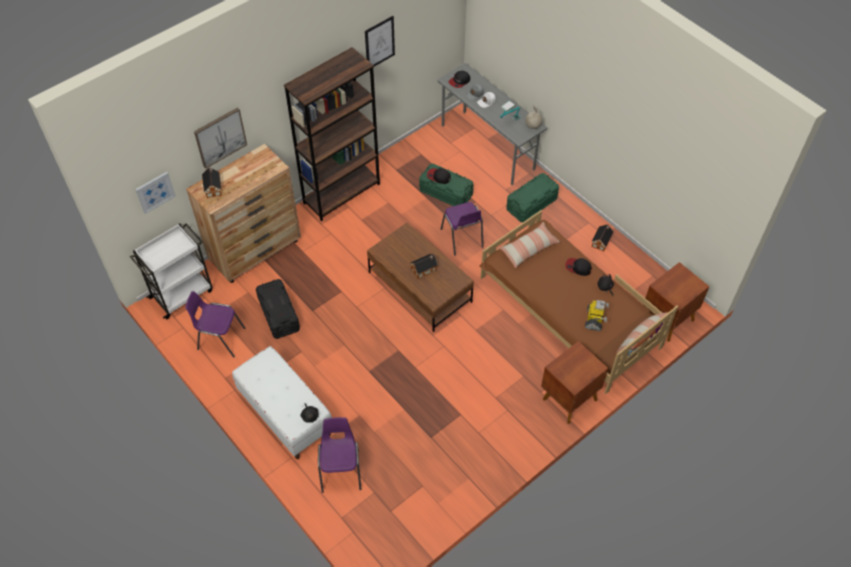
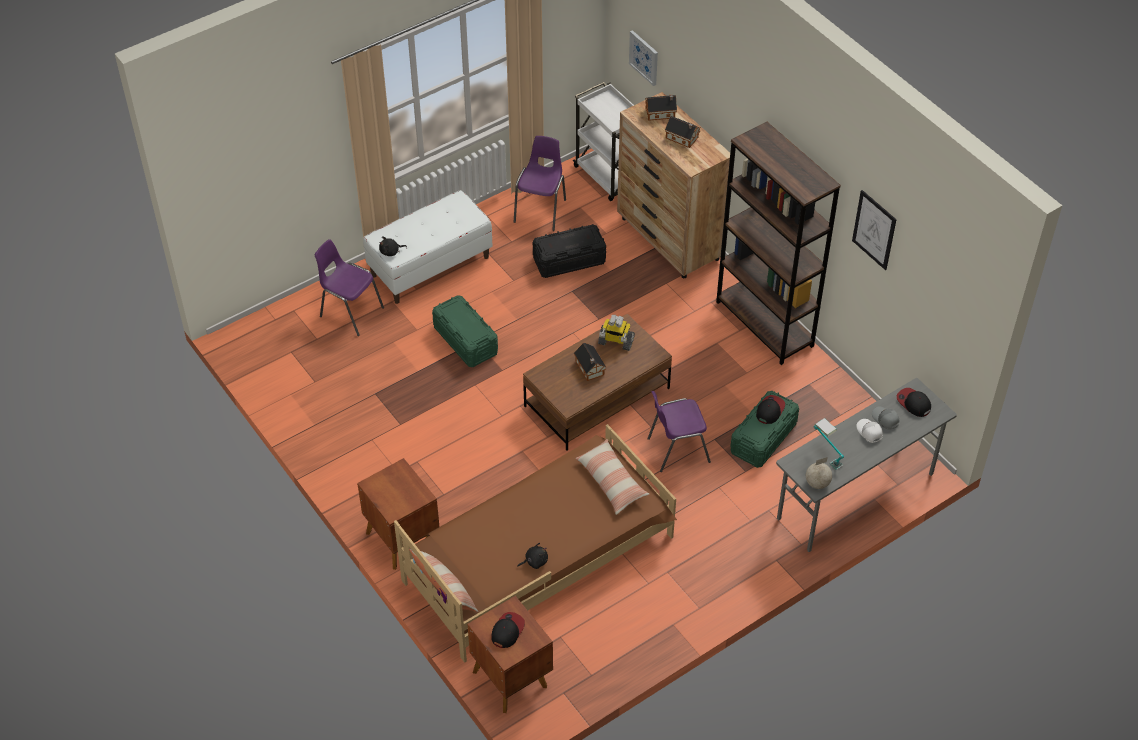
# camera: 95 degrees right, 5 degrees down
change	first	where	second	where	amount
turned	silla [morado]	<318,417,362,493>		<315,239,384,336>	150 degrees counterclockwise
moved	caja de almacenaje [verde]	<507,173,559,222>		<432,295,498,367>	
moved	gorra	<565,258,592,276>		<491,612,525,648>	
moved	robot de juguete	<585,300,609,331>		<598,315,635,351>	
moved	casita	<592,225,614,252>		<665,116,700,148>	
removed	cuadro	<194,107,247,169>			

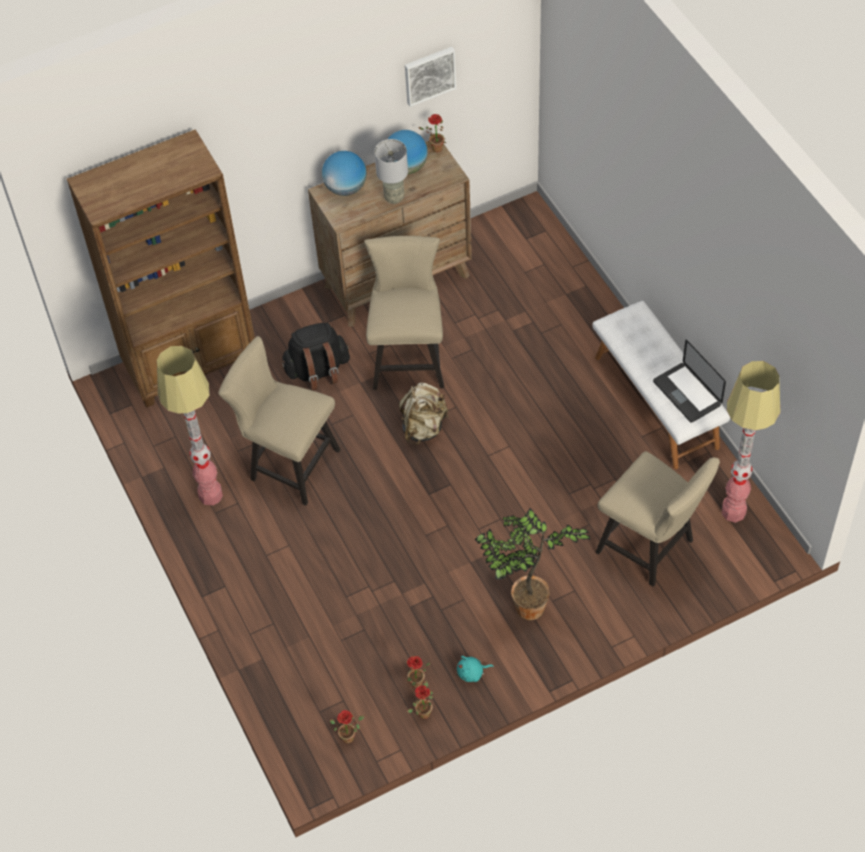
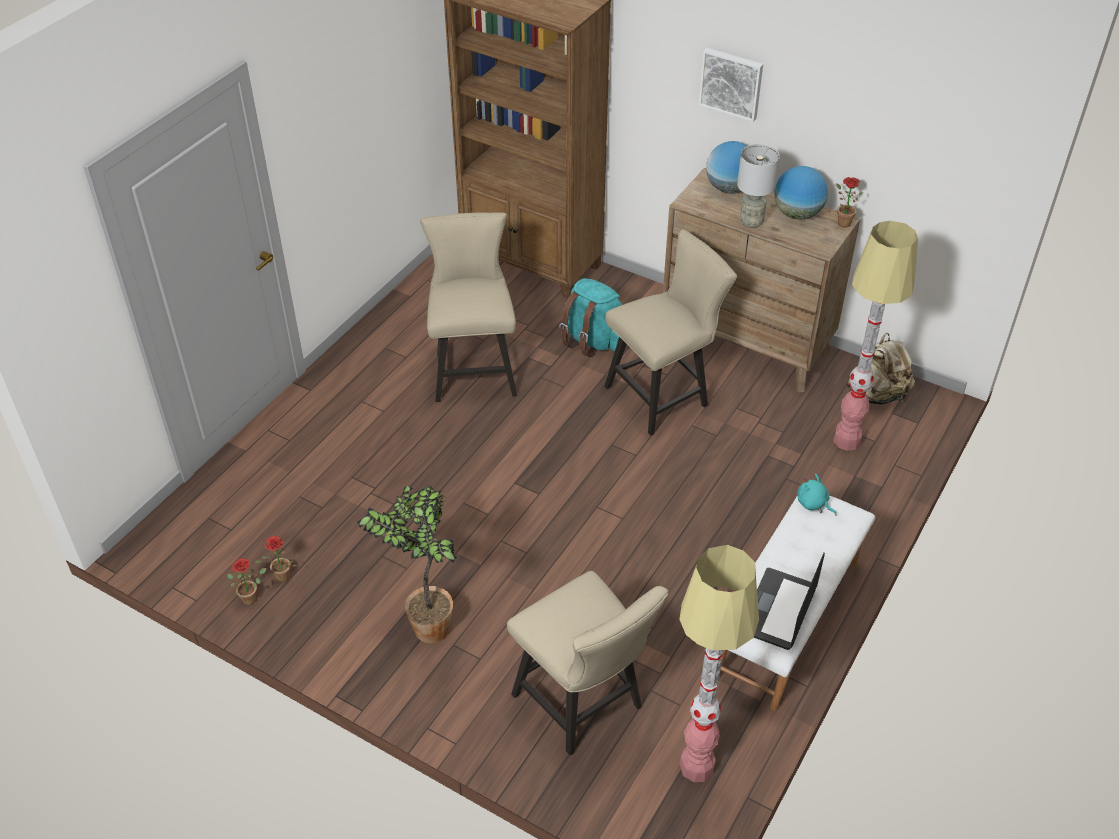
# camera: 55 degrees right, 10 degrees down
change	first	where	second	where	amount
turned	silla [beis]	<595,451,720,586>		<507,571,668,755>	45 degrees counterclockwise
recoloured	mochila [negro]	<281,323,350,391>	mochila [turquesa]	<559,278,622,357>	
moved	cuadro	<405,47,456,107>		<699,48,763,122>	
moved	peluche [turquesa]	<457,656,493,682>		<797,474,837,516>	
moved	lámpara de pie	<157,346,223,505>		<833,221,918,451>	
moved	mochila [beis]	<399,383,449,445>		<847,333,915,404>	
removed	planta en maceta	<330,710,364,743>			

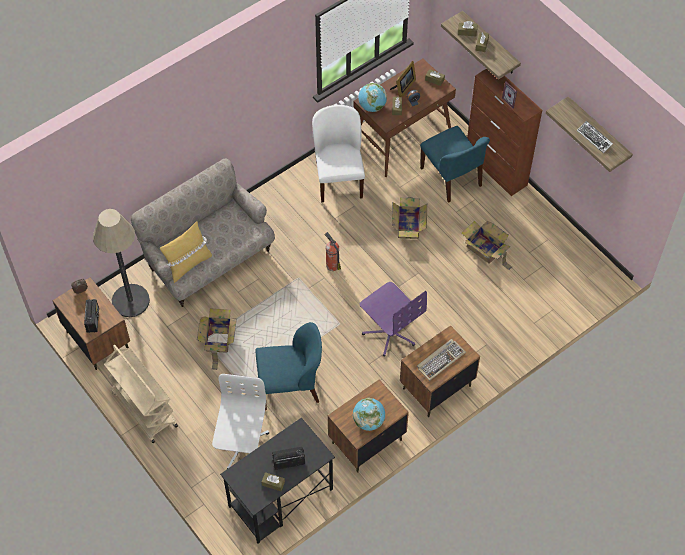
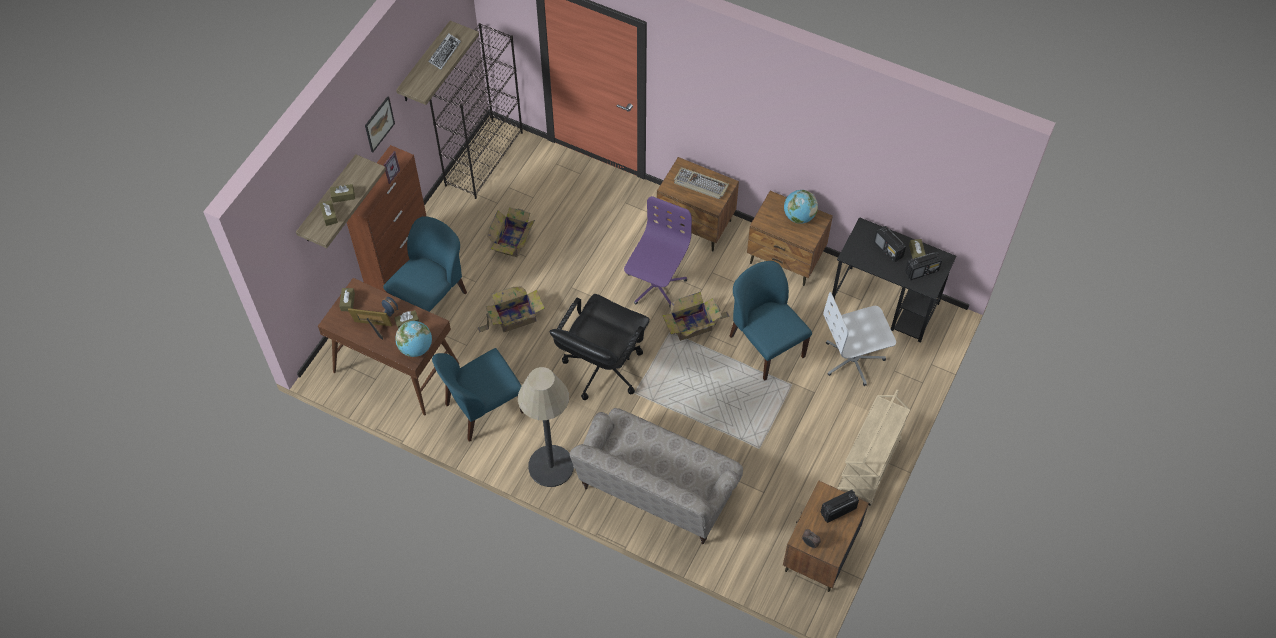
# camera: 115 degrees left, 0 degrees up
change	first	where	second	where	amount
added			cuadro	<365,96,395,152>	
added			estantería [negro]	<430,23,523,199>	
recoloured	silla [blanco]	<312,105,365,202>	silla [azul]	<432,348,523,442>	
moved	lámpara de pie	<93,209,150,317>		<518,367,574,487>	
replaced	extintor	<324,232,341,271>	silla de oficina [negro]	<549,294,650,400>	
moved	caja de cartón	<197,309,237,370>		<662,292,729,341>	
added			radio	<905,252,942,280>	
removed	cojín [amarillo]	<160,221,212,283>			

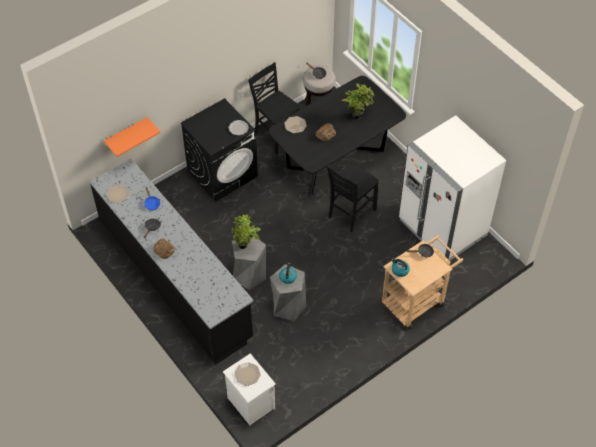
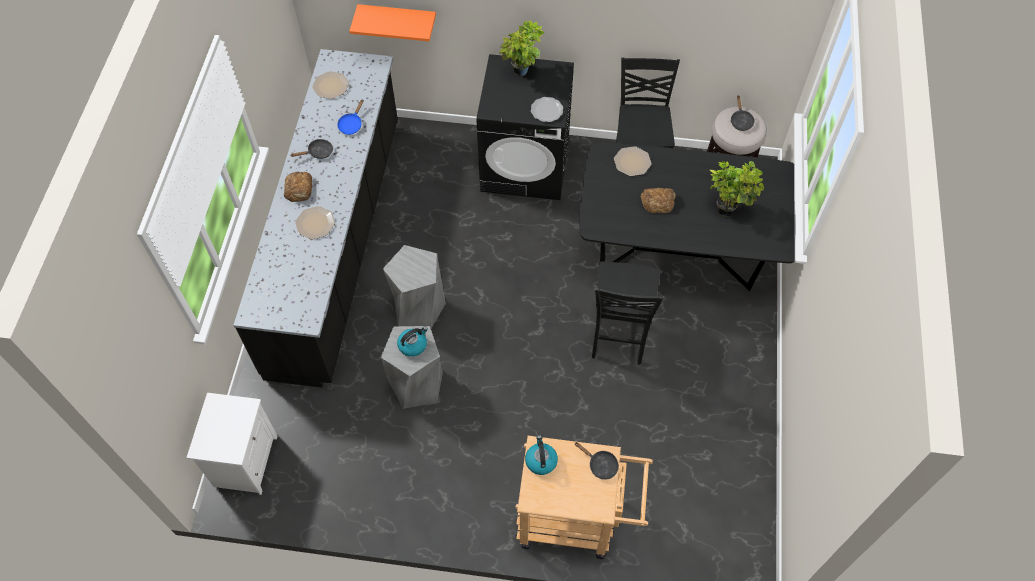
# camera: 45 degrees right, 5 degrees up
change	first	where	second	where	amount
moved	plato	<234,362,261,386>		<295,206,335,239>	
moved	planta en maceta	<231,214,261,249>		<499,20,544,76>	
turned	silla [negro]	<326,163,379,232>		<592,262,663,365>	75 degrees counterclockwise
removed	nevera [blanco]	<399,115,506,261>			

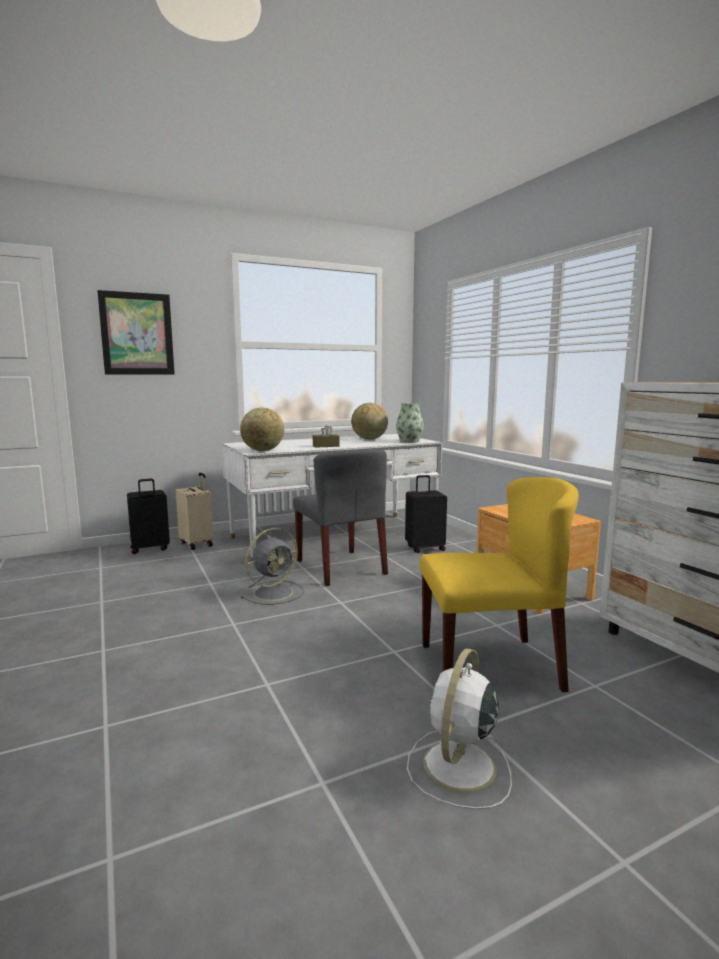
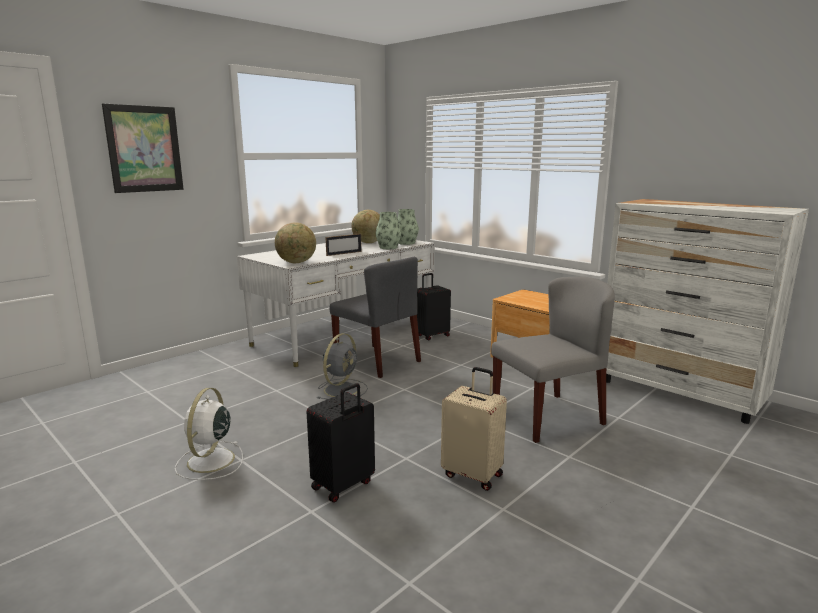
# camera: 20 degrees left, 5 degrees up
change	first	where	second	where	amount
moved	ventilador [blanco]	<407,648,512,809>		<175,388,243,480>	
moved	maleta [negro]	<127,479,170,554>		<306,383,375,502>	
replaced	caja de pañuelos [marrón]	<313,425,340,448>	portarretratos	<325,234,362,256>	
added			florero	<376,212,401,249>	
moved	maleta [beis]	<175,472,213,550>		<441,367,507,491>	
recoloured	silla [amarillo]	<420,477,579,692>	silla [gris]	<491,277,615,443>	

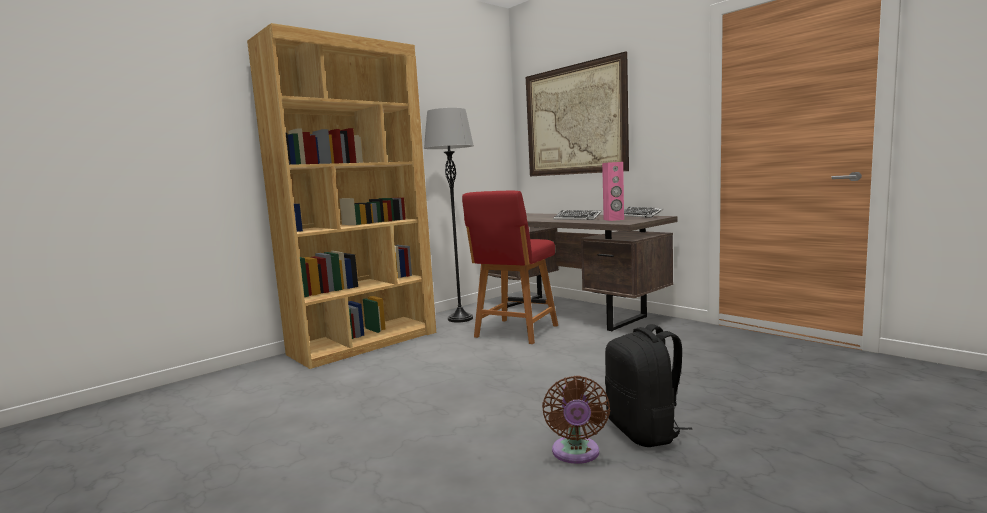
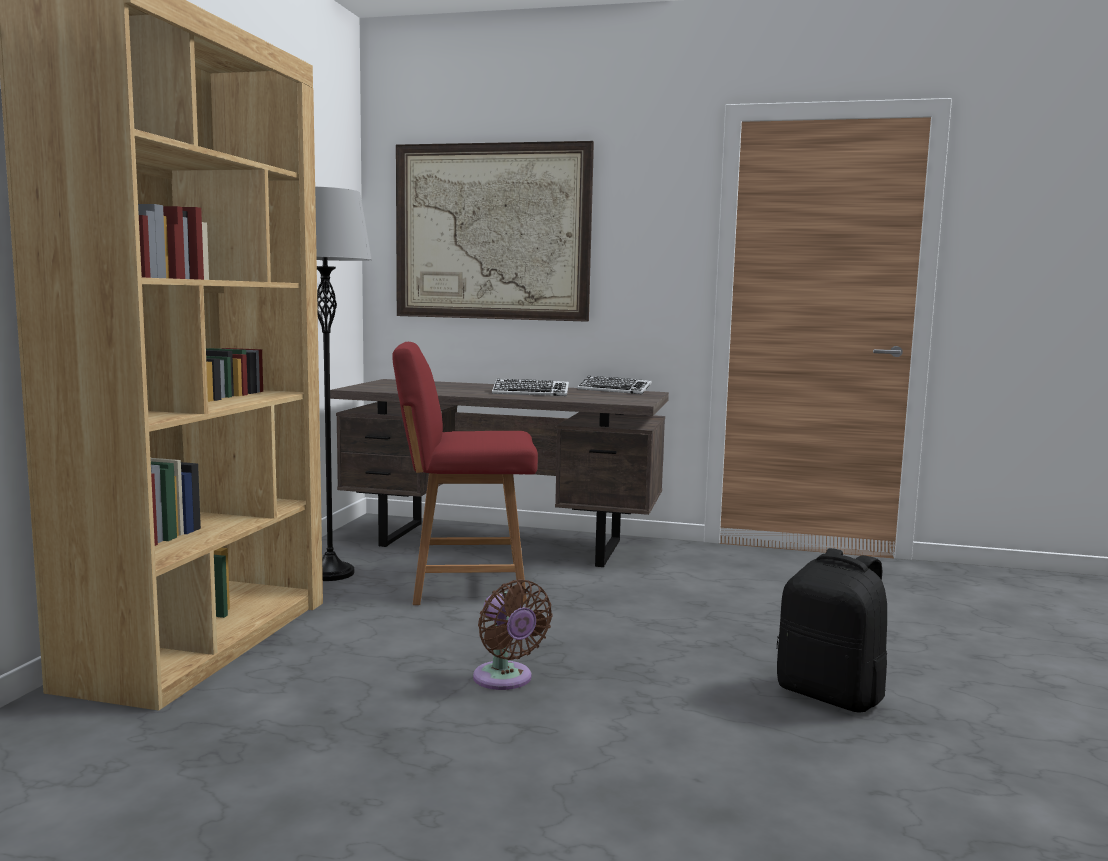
# camera: 35 degrees left, 0 degrees up
change	first	where	second	where	amount
turned	silla [rojo]	<462,191,558,344>		<392,342,538,605>	90 degrees clockwise
moved	ventilador [marrón]	<542,376,610,464>		<473,579,552,690>	
removed	altavoz [rosa]	<602,162,624,221>			

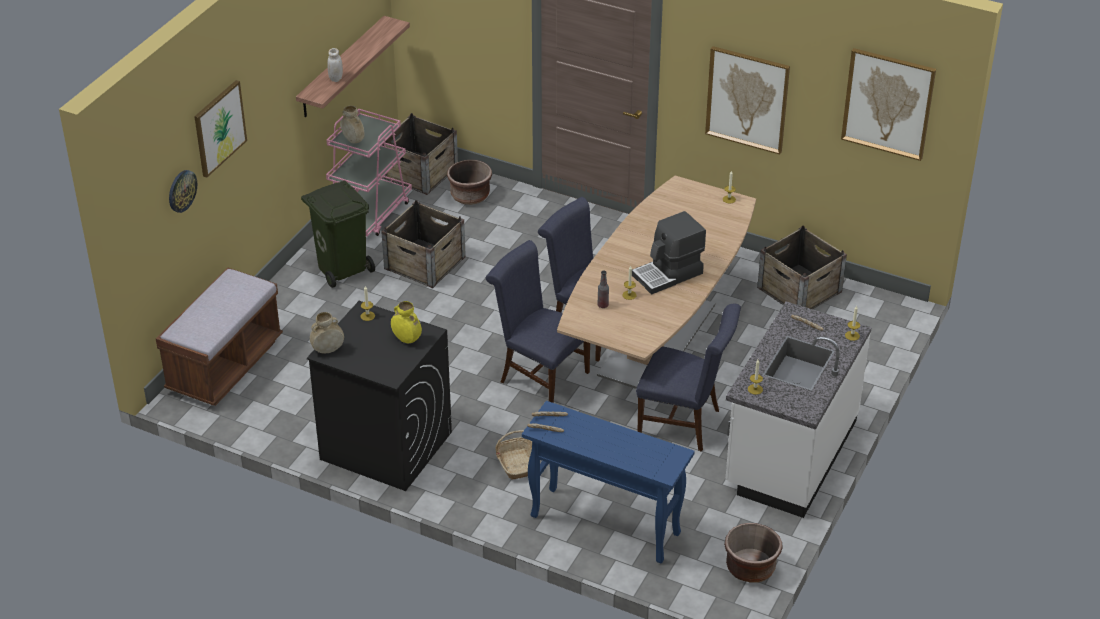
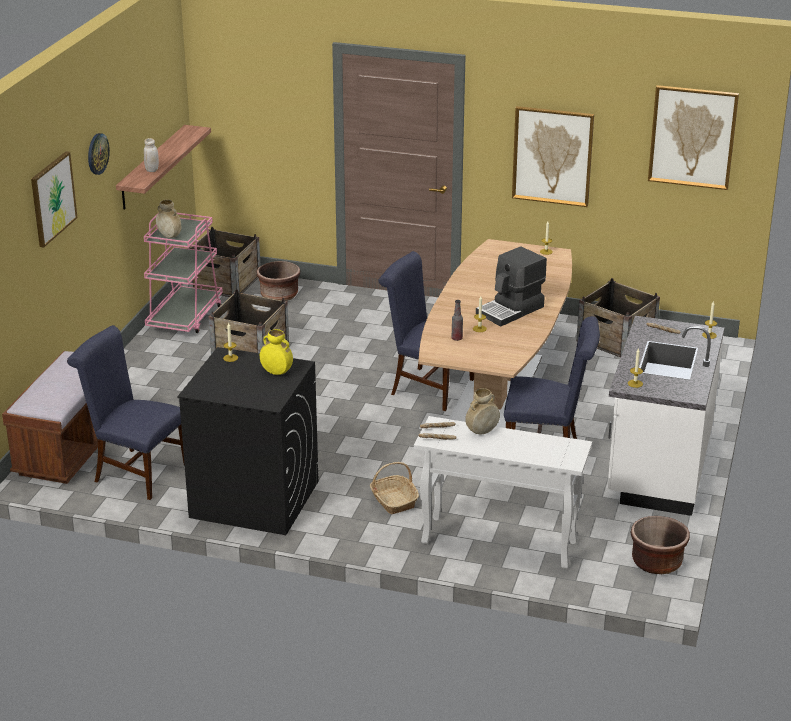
# camera: 10 degrees left, 10 degrees down
change	first	where	second	where	amount
moved	silla [azul]	<486,240,590,403>		<67,325,184,500>	
moved	reloj de pared	<169,170,197,213>		<88,133,110,175>	
recoloured	mesa consola [azul]	<522,401,695,564>	mesa consola [blanco]	<414,416,592,569>	
moved	florero [beis]	<310,312,344,353>		<465,388,500,434>	
removed	papelera [verde]	<301,180,375,288>			

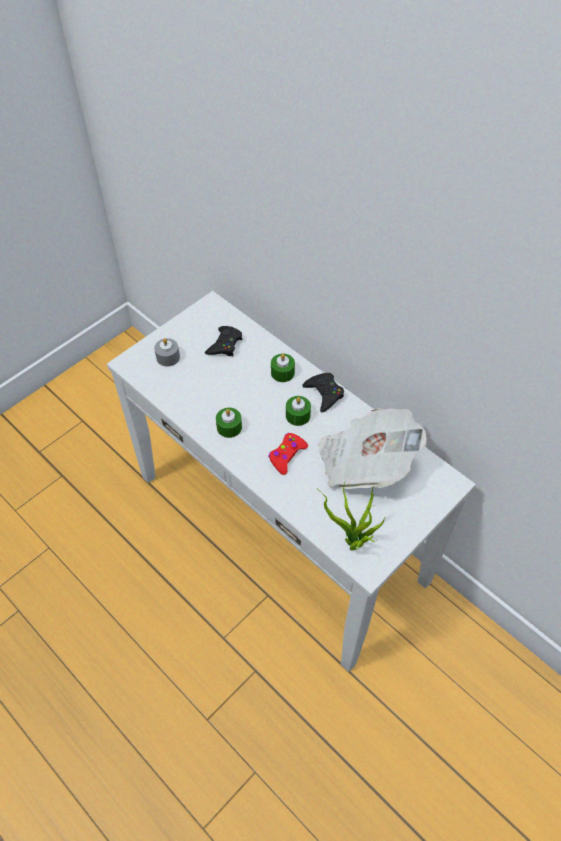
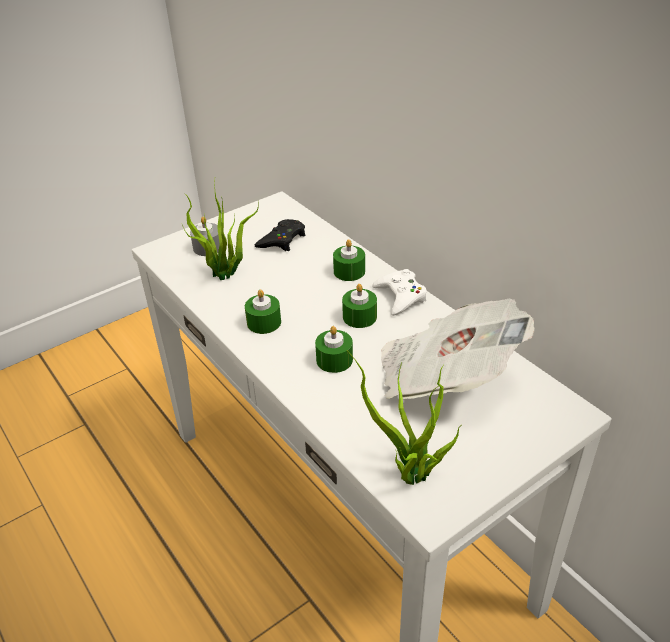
# camera: 10 degrees right, 15 degrees down
change	first	where	second	where	amount
added			planta en maceta	<182,182,259,280>	
replaced	mando de consola [rojo]	<268,433,308,475>	vela [verde]	<315,326,353,373>	
recoloured	mando de consola [negro]	<302,373,344,412>	mando de consola [blanco]	<372,269,427,316>	

